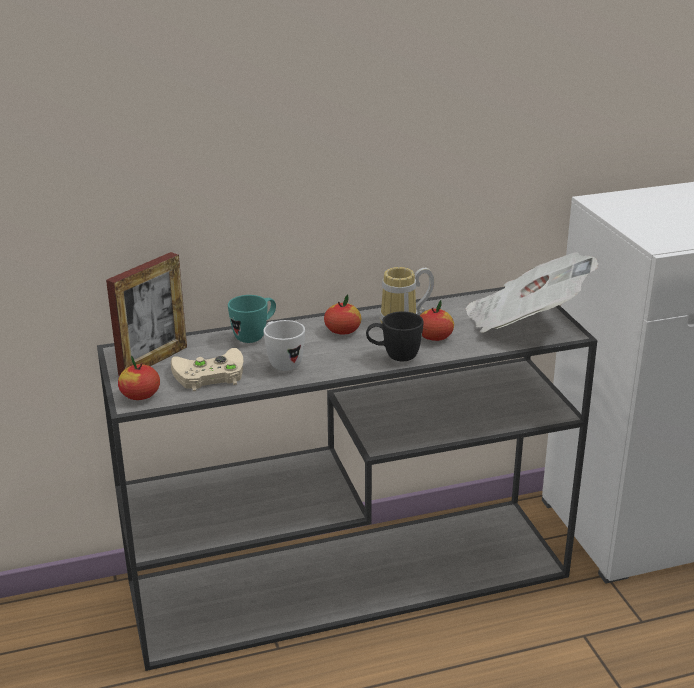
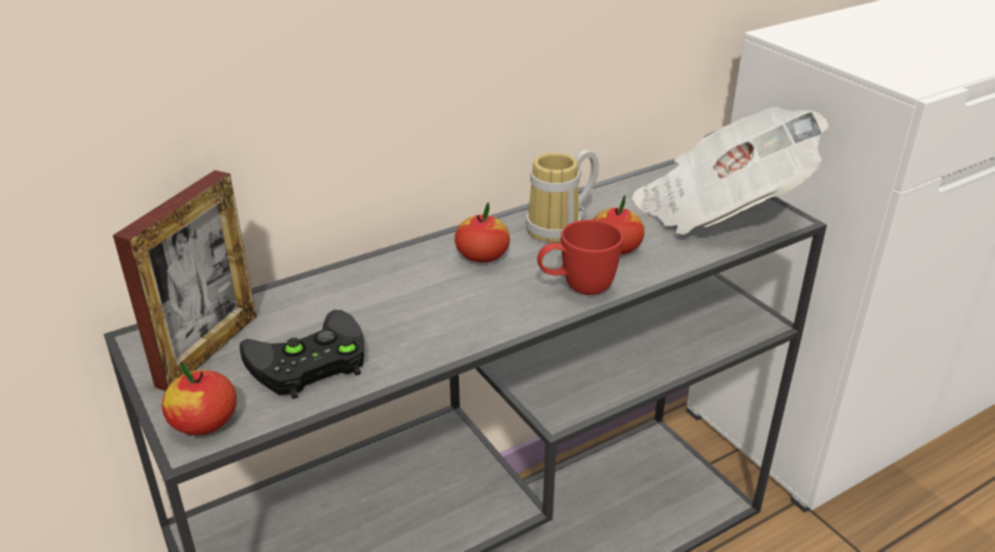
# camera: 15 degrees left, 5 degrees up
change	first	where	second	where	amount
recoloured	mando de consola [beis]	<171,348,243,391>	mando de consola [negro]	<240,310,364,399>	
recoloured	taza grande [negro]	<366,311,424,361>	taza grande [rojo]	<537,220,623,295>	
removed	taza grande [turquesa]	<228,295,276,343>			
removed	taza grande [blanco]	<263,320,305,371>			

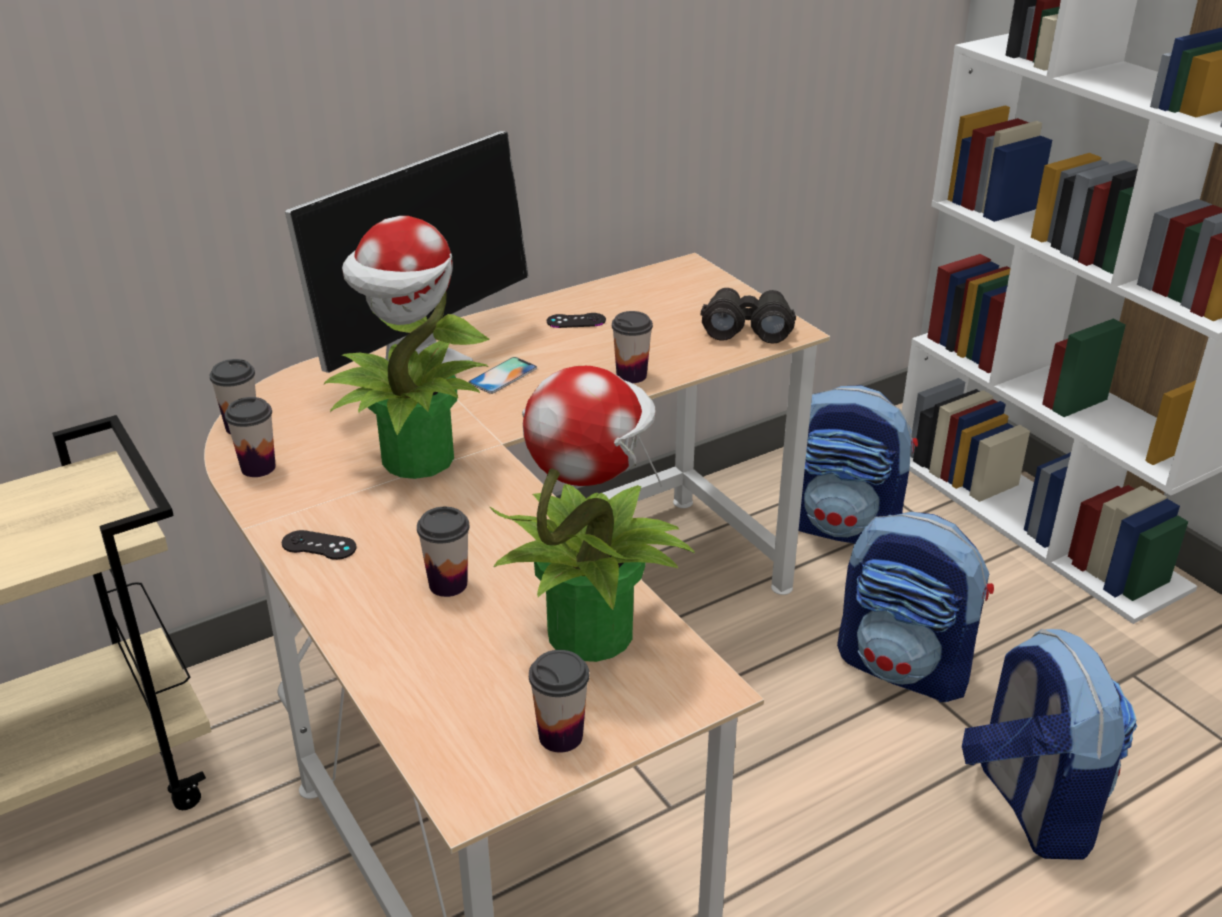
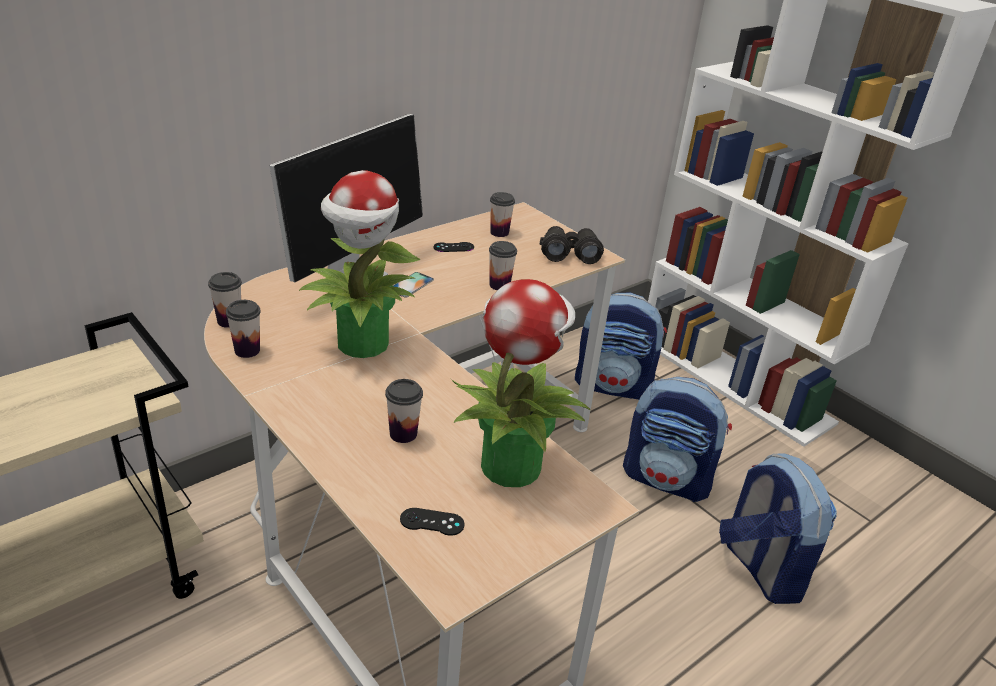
# camera: 10 degrees left, 0 degrees up
change	first	where	second	where	amount
moved	mando de consola [negro]	<282,530,357,560>		<400,508,465,536>	
moved	taza	<529,650,590,753>		<490,192,515,237>	

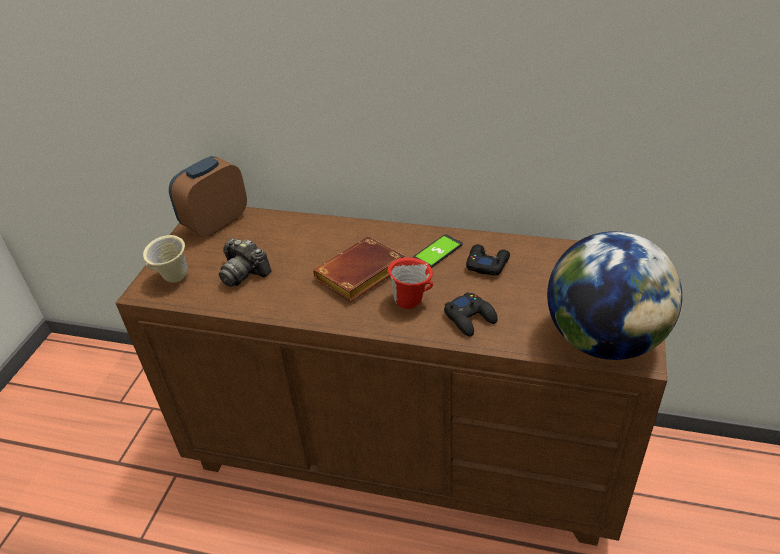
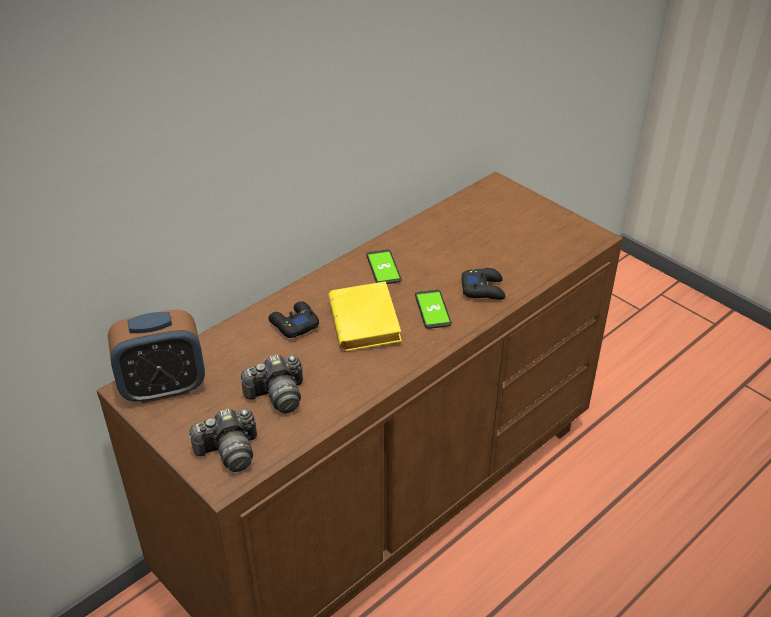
# camera: 60 degrees left, 0 degrees up
change	first	where	second	where	amount
turned	despertador	<169,156,247,237>		<108,309,205,403>	90 degrees counterclockwise
replaced	taza grande [beis]	<143,235,188,283>	cámara	<188,409,257,472>	
moved	mando de consola [negro]	<466,244,510,276>		<268,301,319,338>	
recoloured	libro [marrón]	<313,237,404,302>	libro [amarillo]	<328,281,402,351>	
replaced	taza grande [rojo]	<388,257,433,309>	móvil	<415,290,452,329>	
removed	globo terráqueo	<547,231,682,360>			

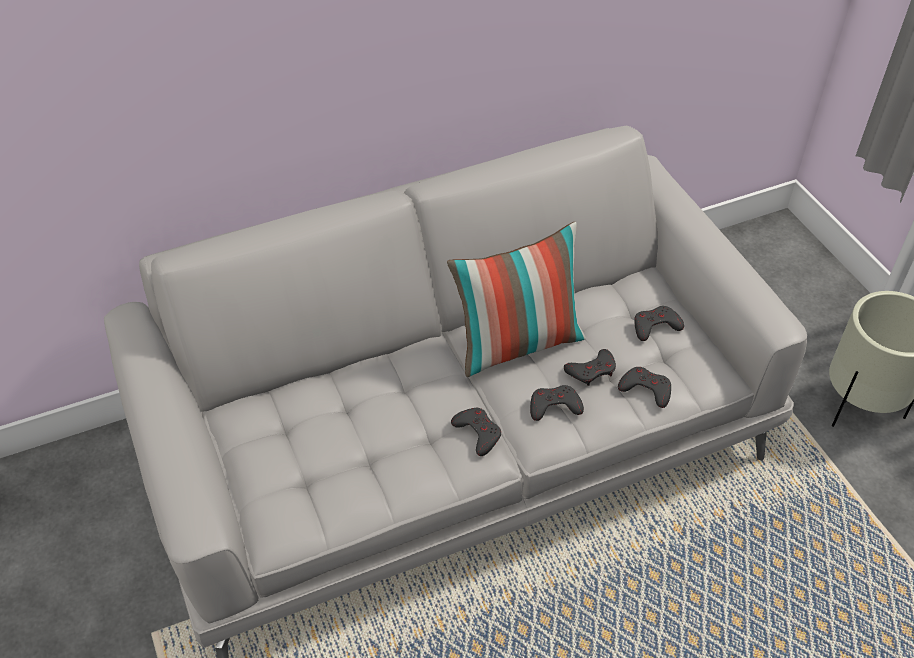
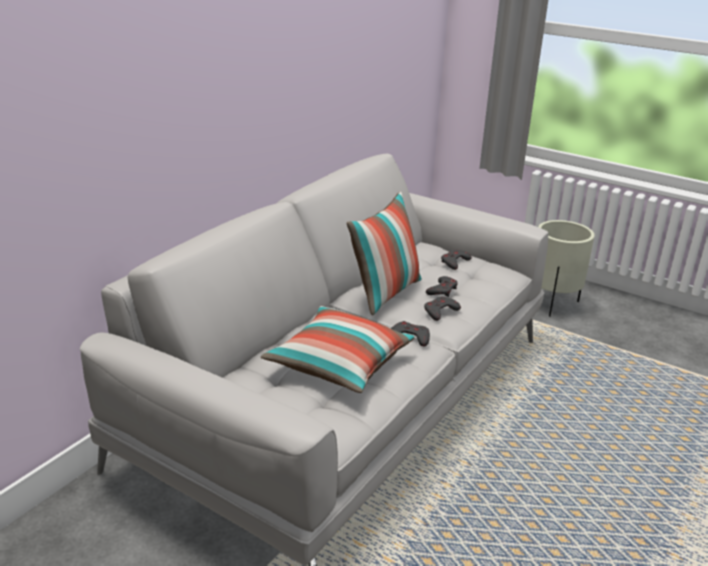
# camera: 35 degrees left, 20 degrees down
change	first	where	second	where	amount
added			cojín	<261,306,415,393>	
removed	mando de consola [gris]	<618,367,671,408>			

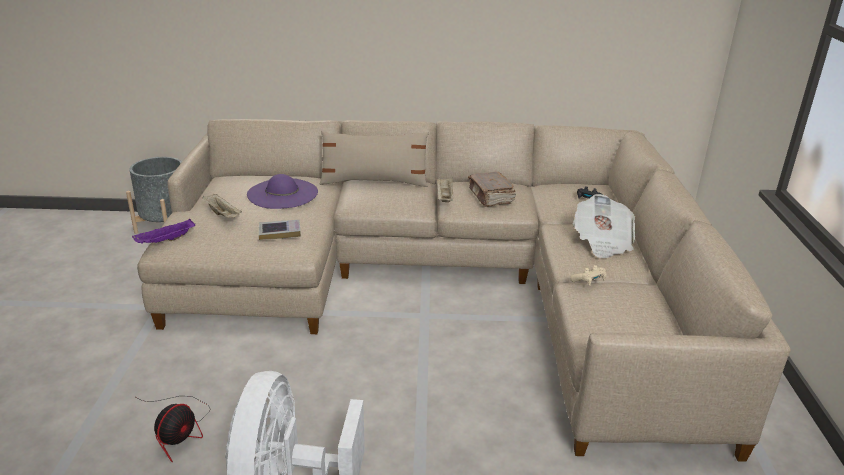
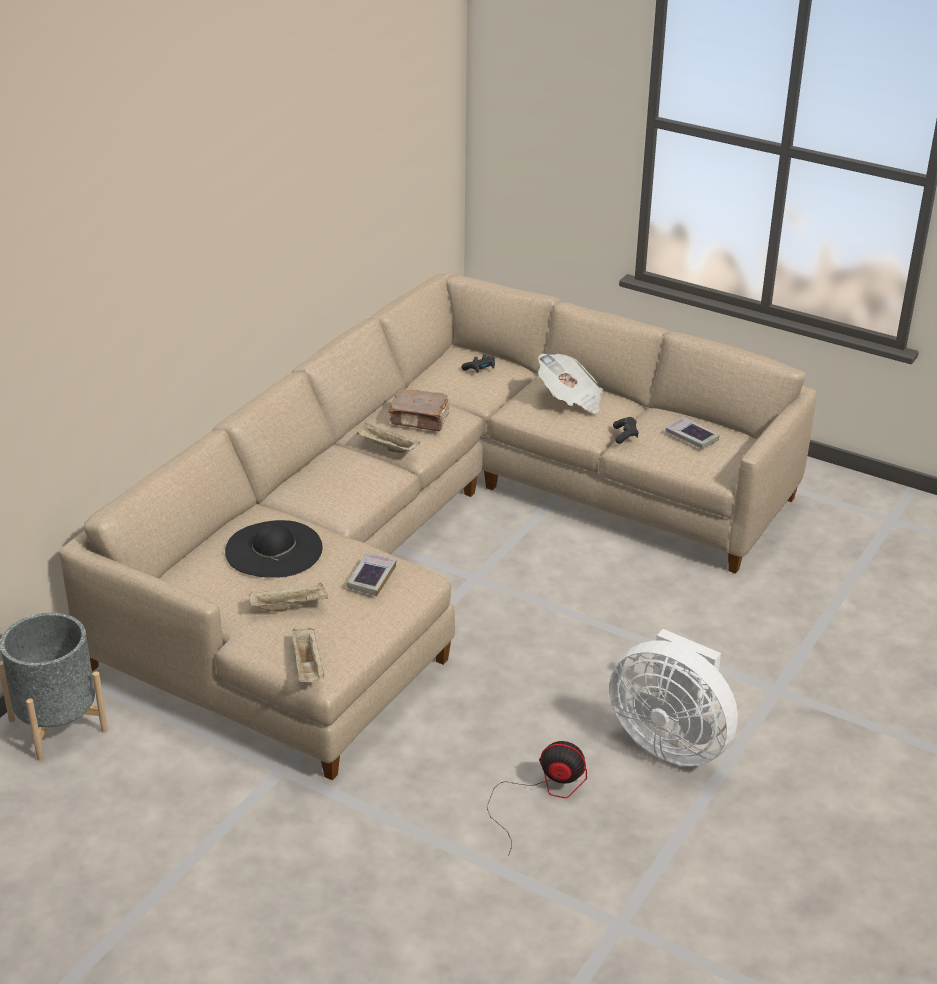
# camera: 60 degrees left, 5 degrees up
change	first	where	second	where	amount
recoloured	sombrero [morado]	<247,174,318,209>	sombrero [negro]	<225,520,323,578>	
recoloured	bandeja [morado]	<132,219,195,244>	bandeja [beis]	<292,628,325,682>	
turned	ventilador	<136,396,210,462>		<487,741,587,856>	45 degrees counterclockwise
recoloured	mando de consola [beis]	<570,265,607,286>	mando de consola [negro]	<613,417,639,444>	
added			libro	<665,416,720,449>	
removed	cojín [beis]	<320,131,429,187>			

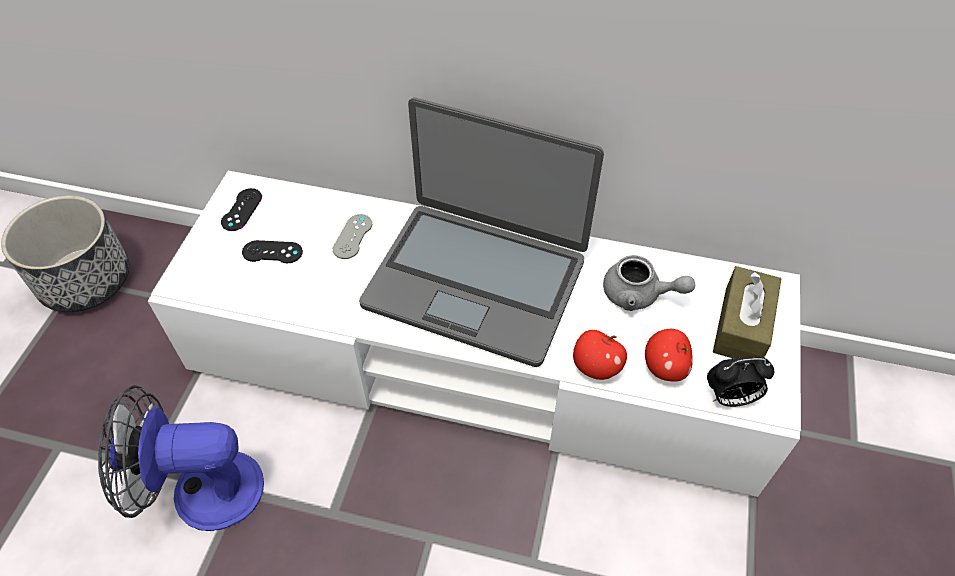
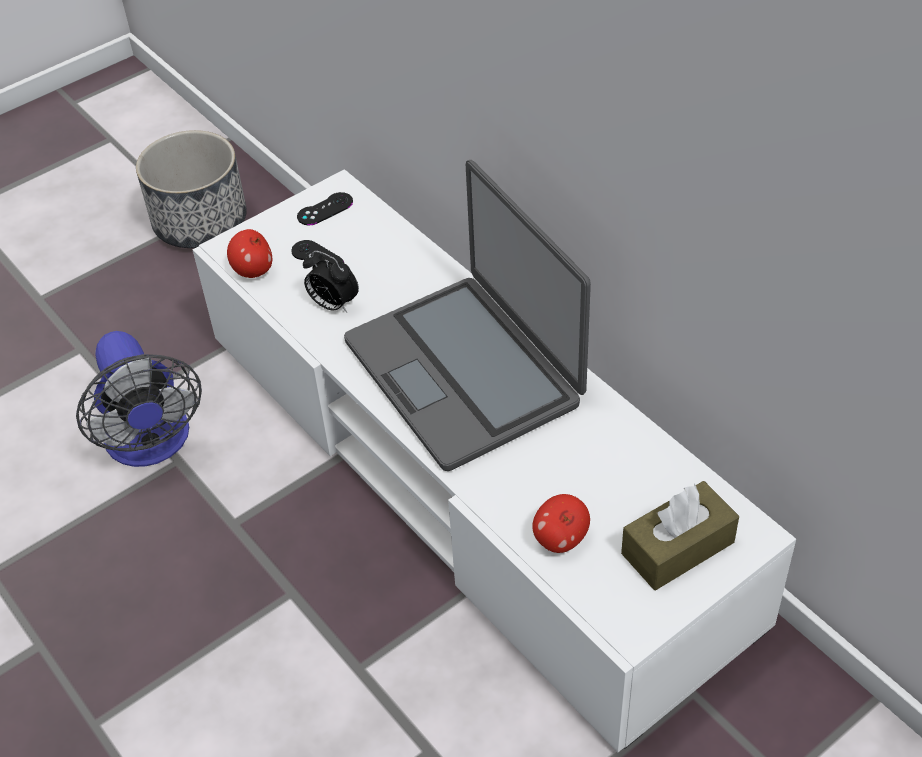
# camera: 40 degrees right, 5 degrees down
change	first	where	second	where	amount
turned	ventilador	<98,385,264,531>		<76,331,202,467>	150 degrees counterclockwise
moved	manzana	<573,330,627,380>		<227,229,272,278>	
moved	despertador	<707,357,774,407>		<303,251,359,313>	
removed	mando de consola [gris]	<333,214,372,259>			
removed	tetera [gris]	<603,255,695,311>			

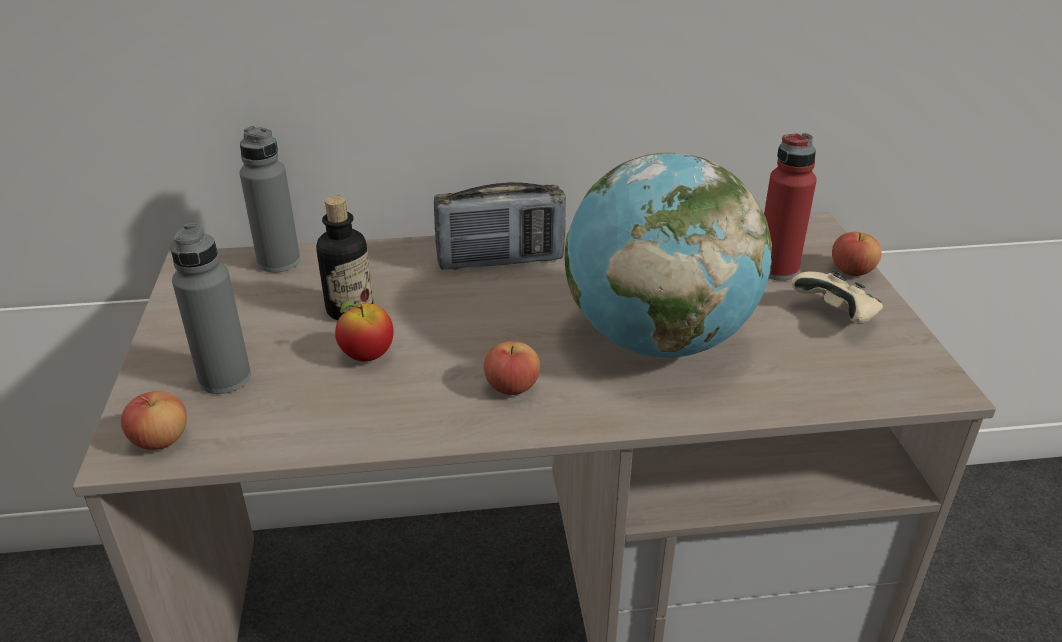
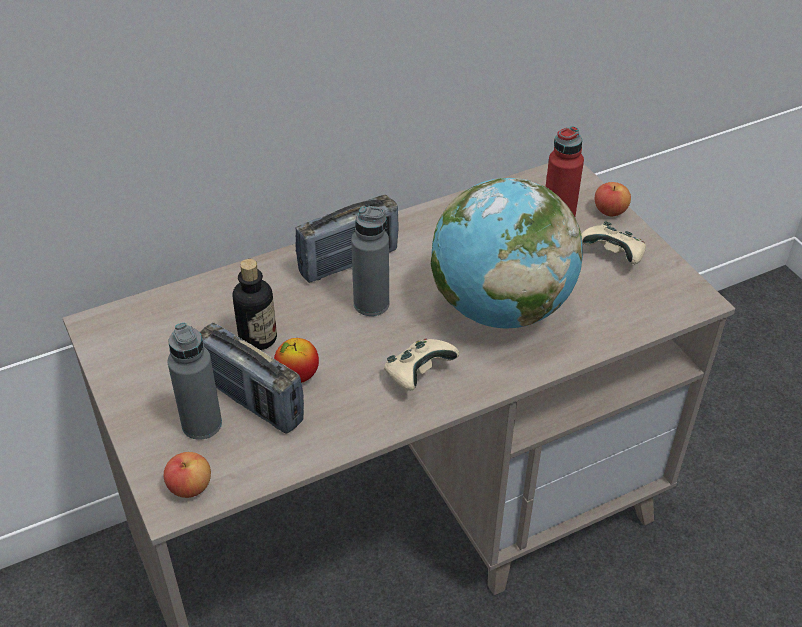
# camera: 20 degrees left, 10 degrees up
change	first	where	second	where	amount
added			radio	<200,323,304,434>	
moved	botella [gris]	<240,126,300,273>		<351,206,389,316>	
replaced	manzana	<484,341,540,395>	mando de consola [beis]	<384,338,459,391>	

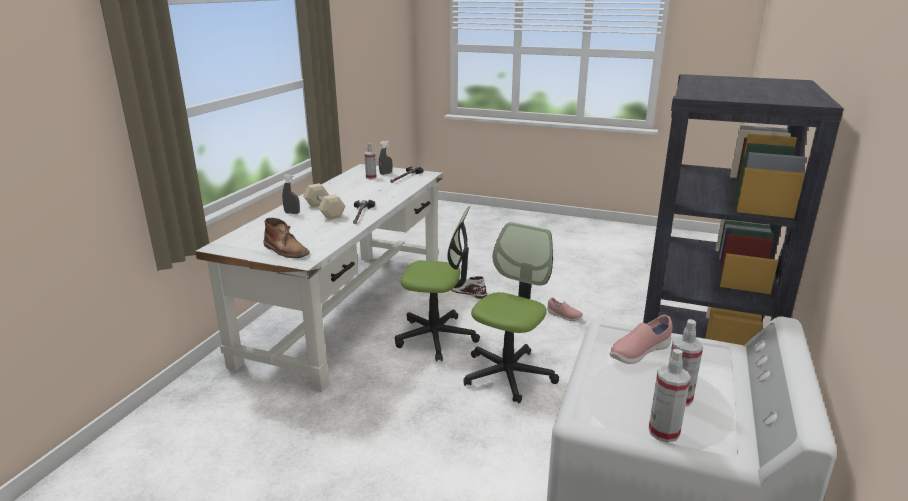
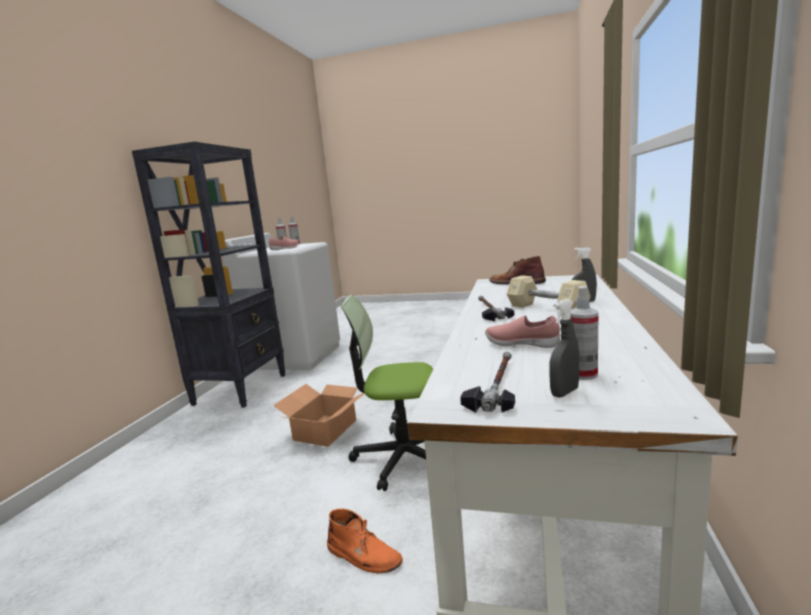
# camera: 175 degrees right, 10 degrees down
change	first	where	second	where	amount
replaced	silla de oficina	<464,222,559,403>	caja de cartón	<273,384,365,447>	
recoloured	bota [blanco]	<451,276,487,299>	bota [naranja]	<327,508,403,573>	
moved	zapato [rosa]	<547,298,583,321>		<485,316,560,348>	

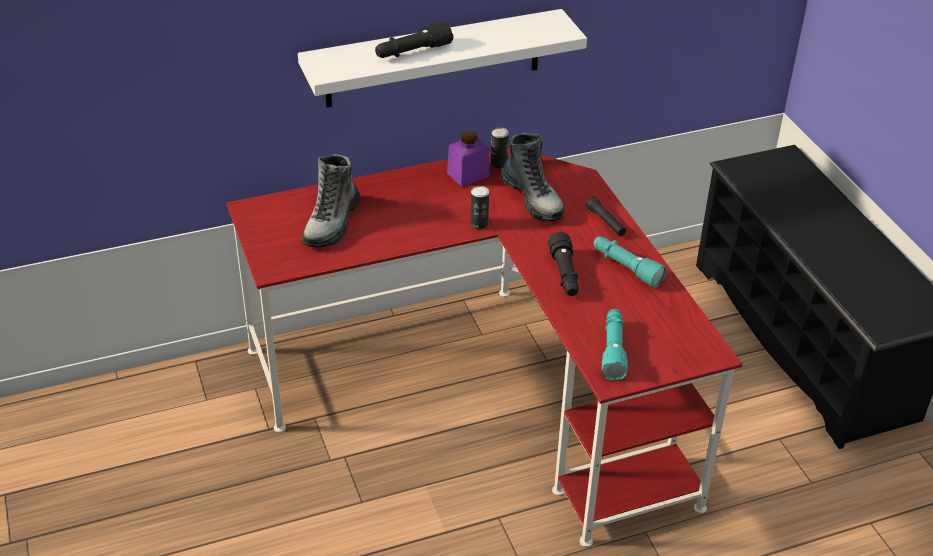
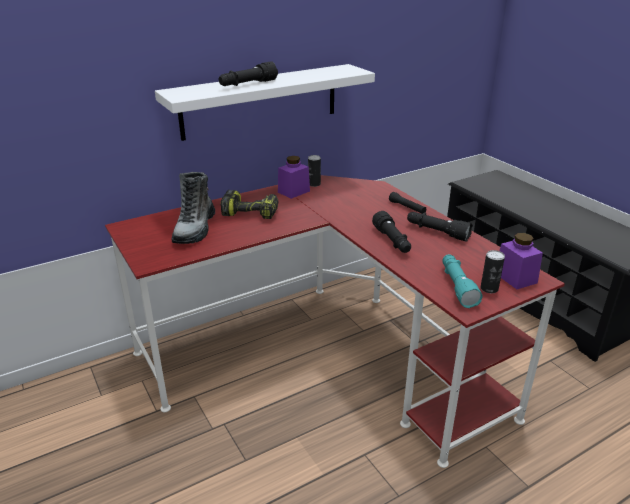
# camera: 10 degrees left, 10 degrees down
change	first	where	second	where	amount
added			taladro	<221,190,278,219>	
recoloured	linterna [turquesa]	<593,236,667,288>	linterna [negro]	<407,212,473,242>	
moved	lata	<470,186,489,229>		<481,250,505,293>	
added			tarro [morado]	<500,233,543,289>	
removed	bota	<501,132,565,222>			

